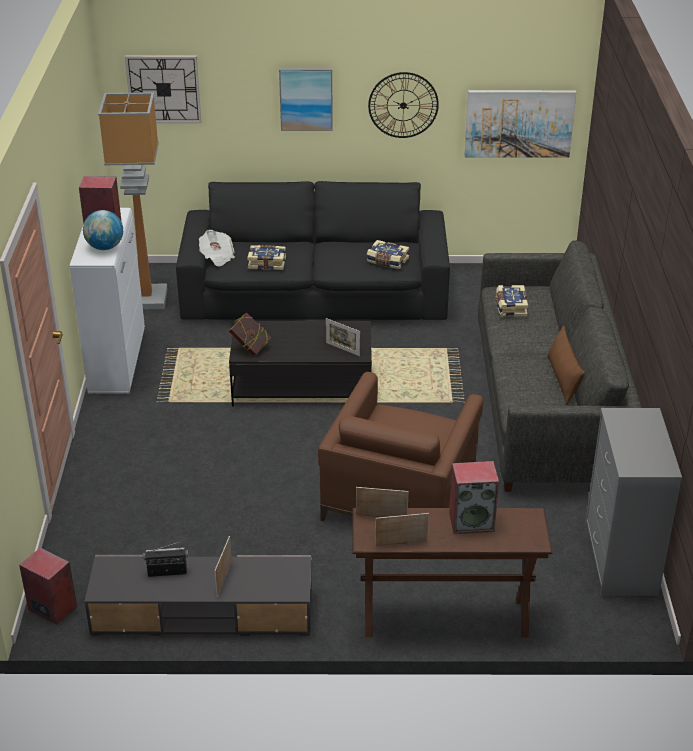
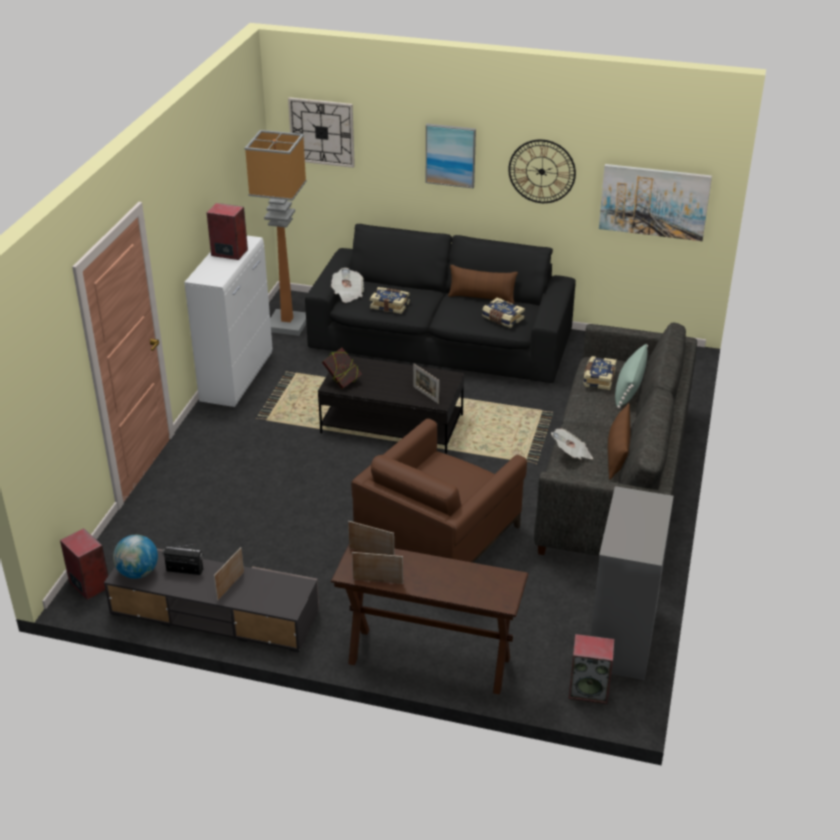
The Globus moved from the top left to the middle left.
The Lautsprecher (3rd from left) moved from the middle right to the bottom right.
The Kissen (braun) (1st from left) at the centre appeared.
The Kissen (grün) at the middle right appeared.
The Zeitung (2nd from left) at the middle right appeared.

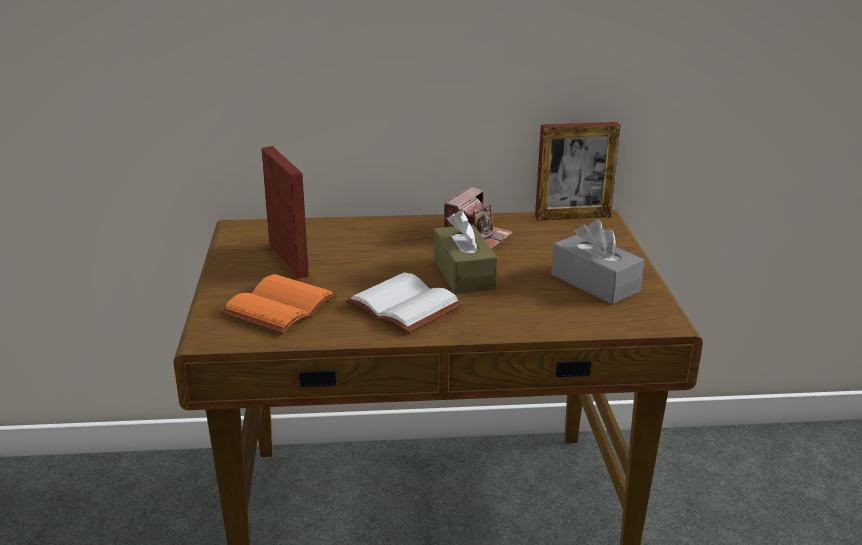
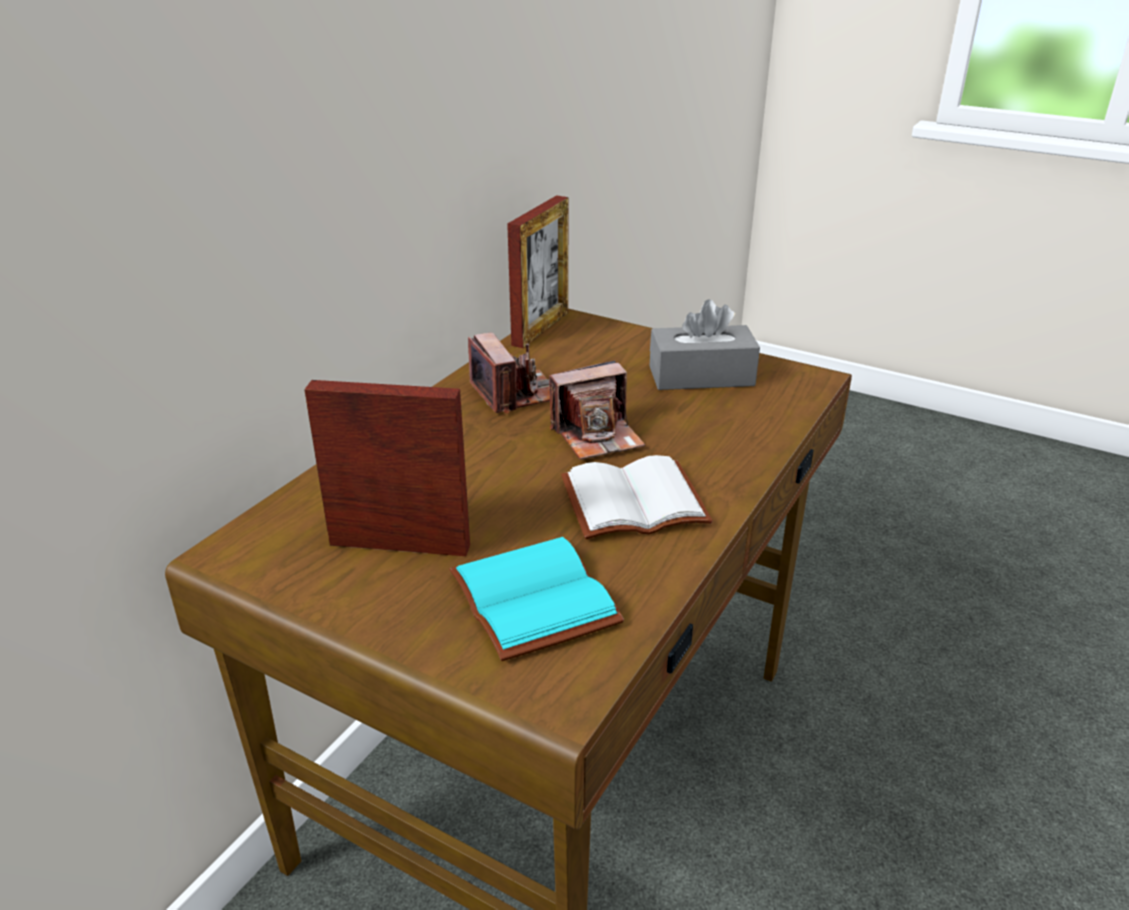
The Taschentuchbox (braun) at the centre was replaced by the Kamera (2nd from left) at the centre.
The Buch (orange) at the middle left became the Buch (türkis) at the centre.

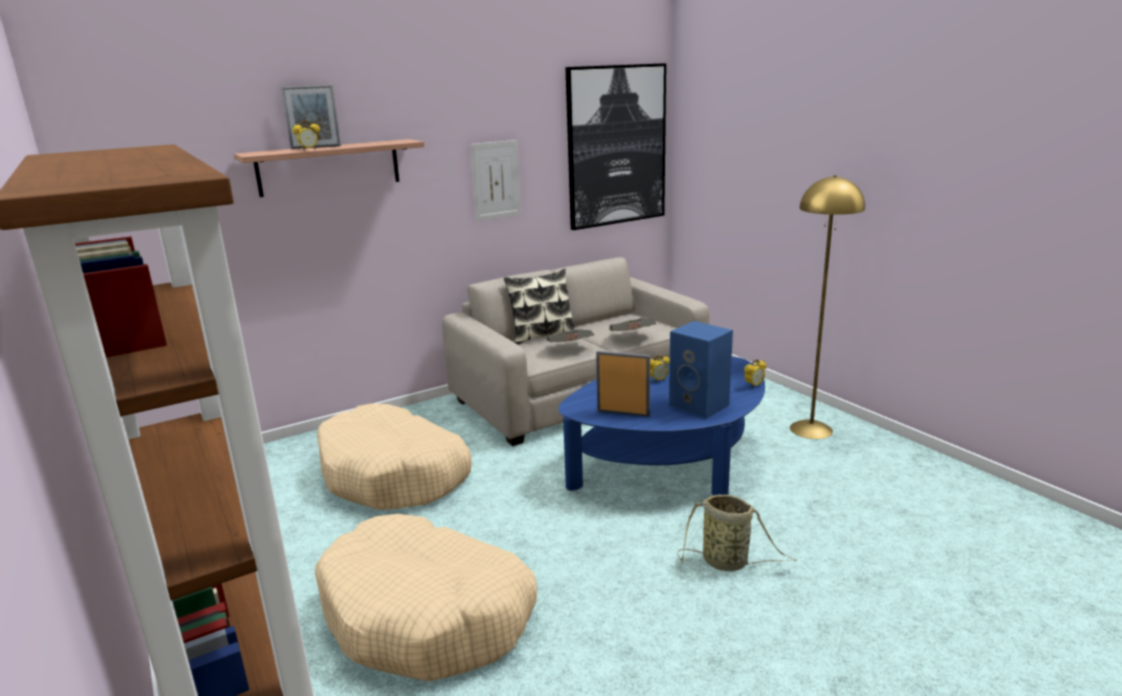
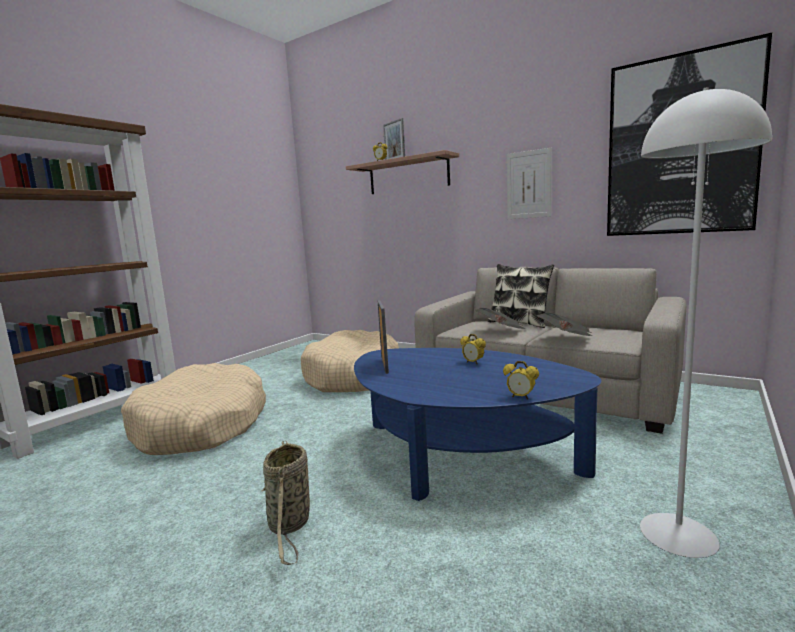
The Stehlampe (gelb) at the middle right became the Stehlampe (weiß) at the middle right.
The Lautsprecher (blau) at the centre disappeared.

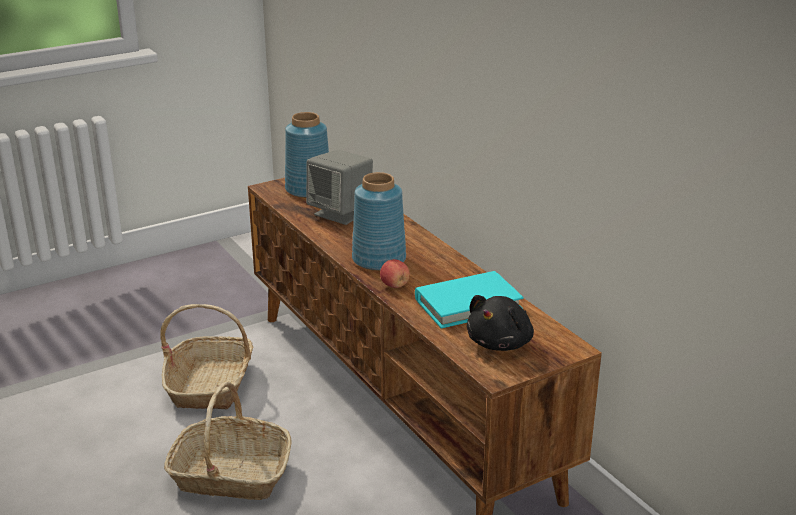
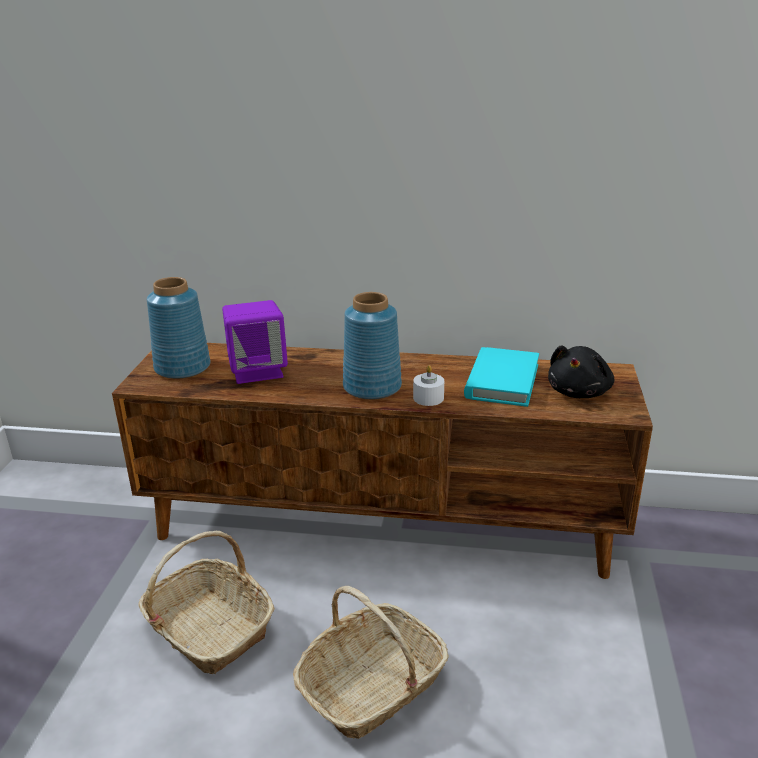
The Lautsprecher (grau) at the centre became the Lautsprecher (lila) at the centre.
The Apfel at the centre was replaced by the Kerze (weiß) at the centre.
The Plüschtier (schwarz) at the centre turned 45 degrees clockwise.

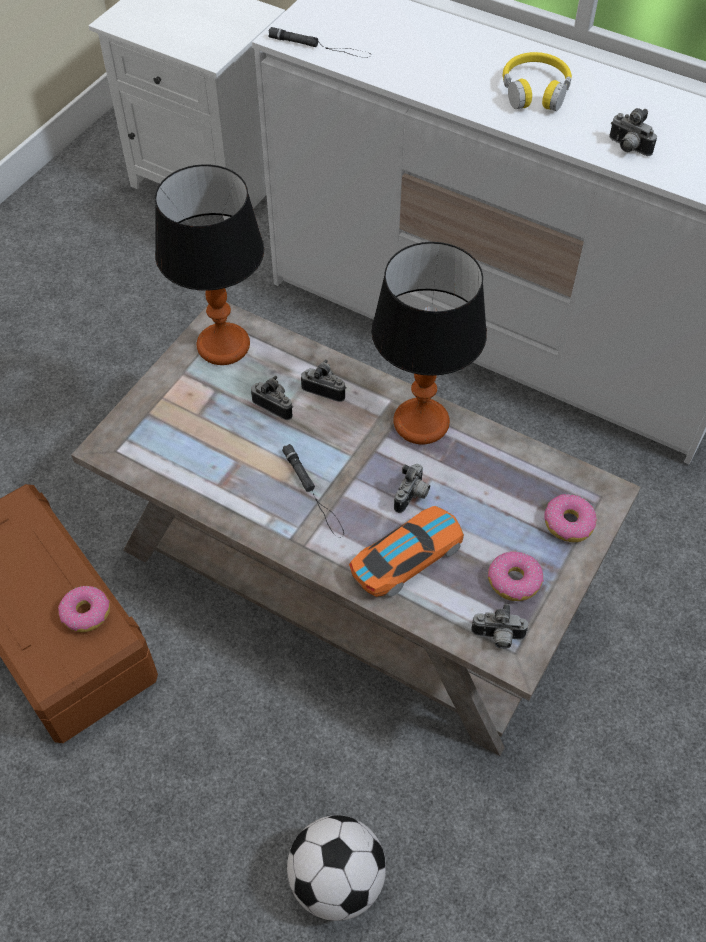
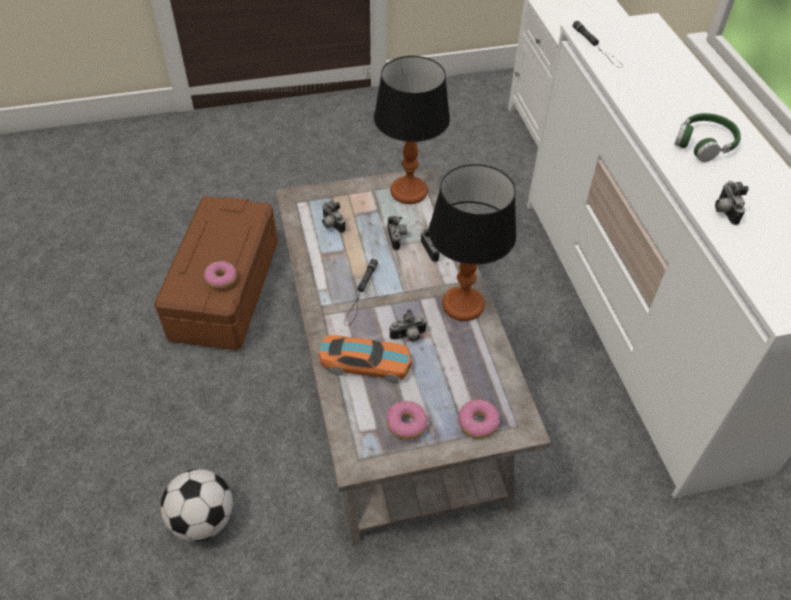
The Kopfhörer (gelb) at the top right became the Kopfhörer (grün) at the top right.
The Kamera (4th from left in the first image) moved from the middle right to the centre.

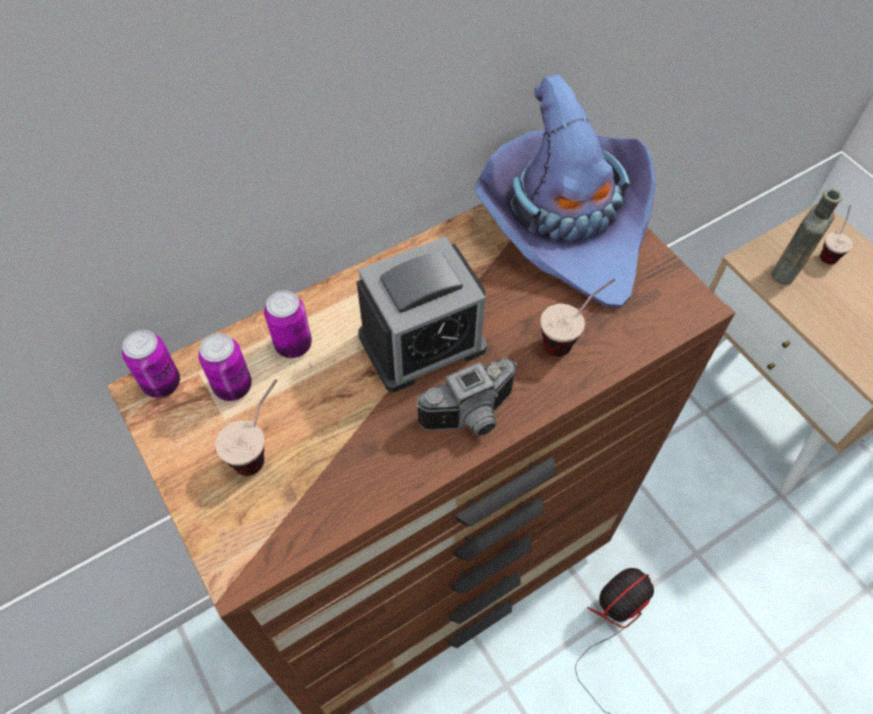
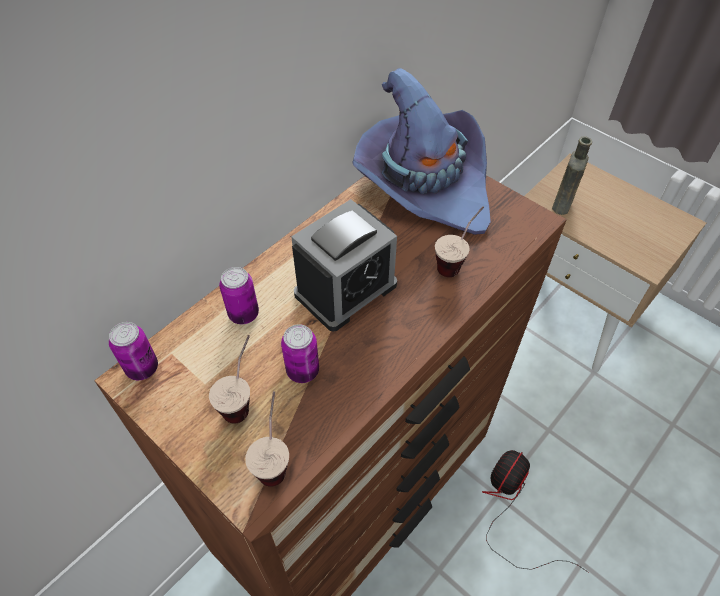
The Tasse (3rd from left in the first image) moved from the top right to the bottom centre.
The Dose (2nd from left in the first image) moved from the middle left to the centre.
The Kamera at the centre disappeared.

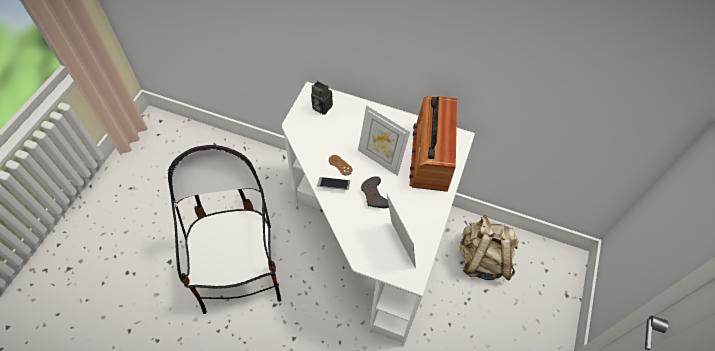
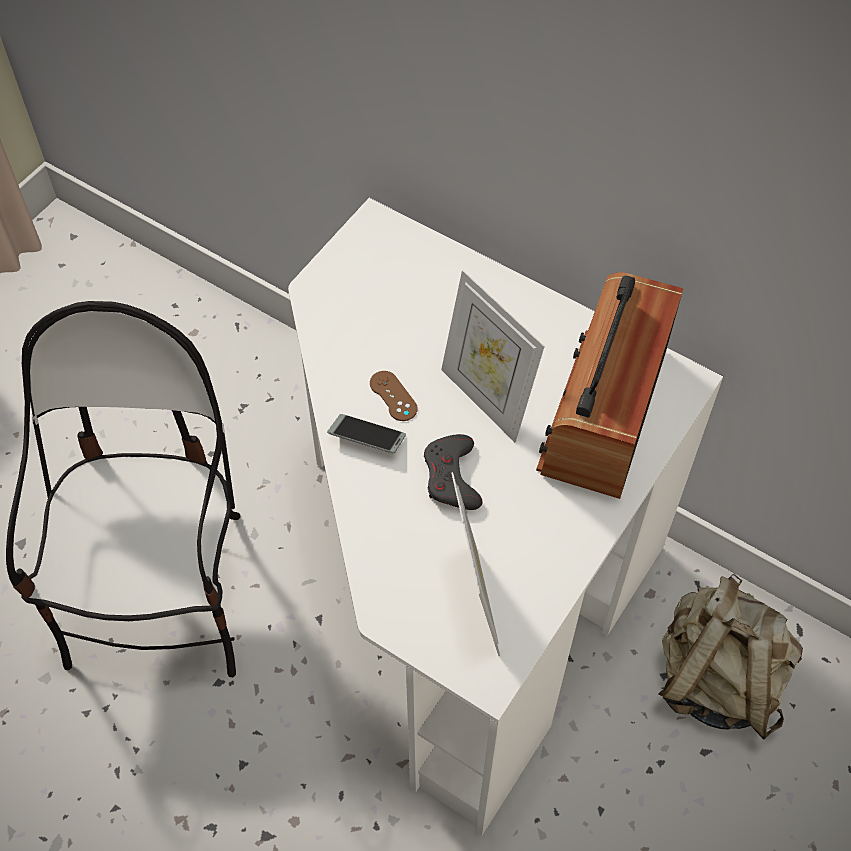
The Kamera at the top centre disappeared.

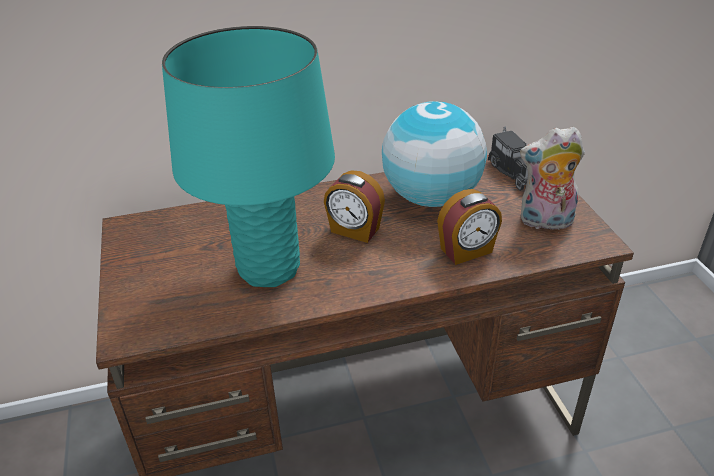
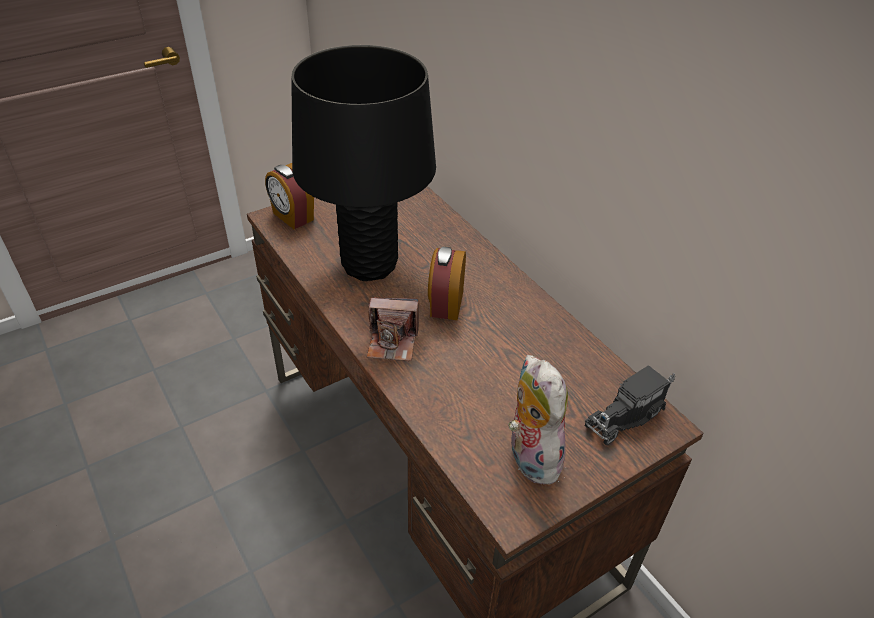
The Tischlampe (türkis) at the top centre became the Tischlampe (schwarz) at the top centre.
The Globus at the top centre disappeared.
The Wecker (2nd from left in the first image) moved from the centre to the top left.
The Kamera at the centre appeared.

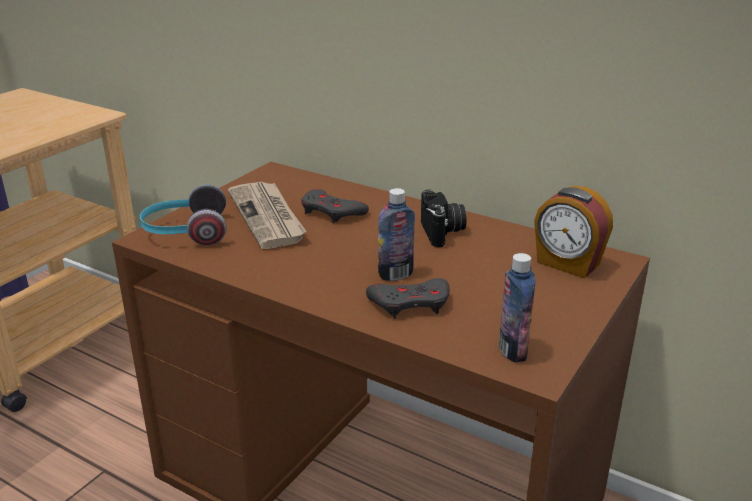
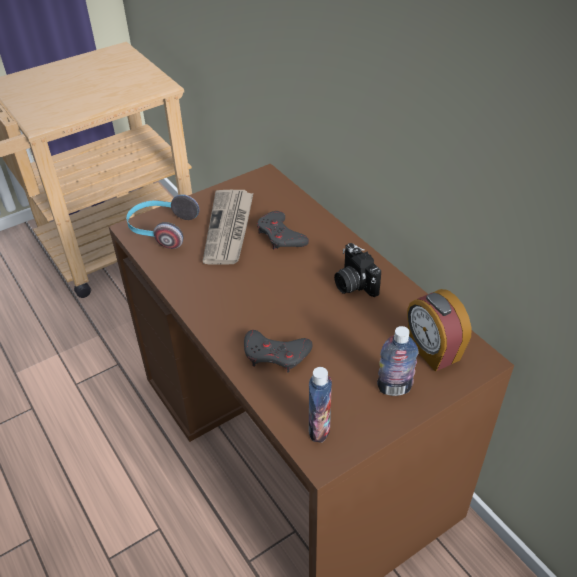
The Flasche (1st from left in the first image) moved from the centre to the middle right.
The Kamera at the centre turned 135 degrees clockwise.

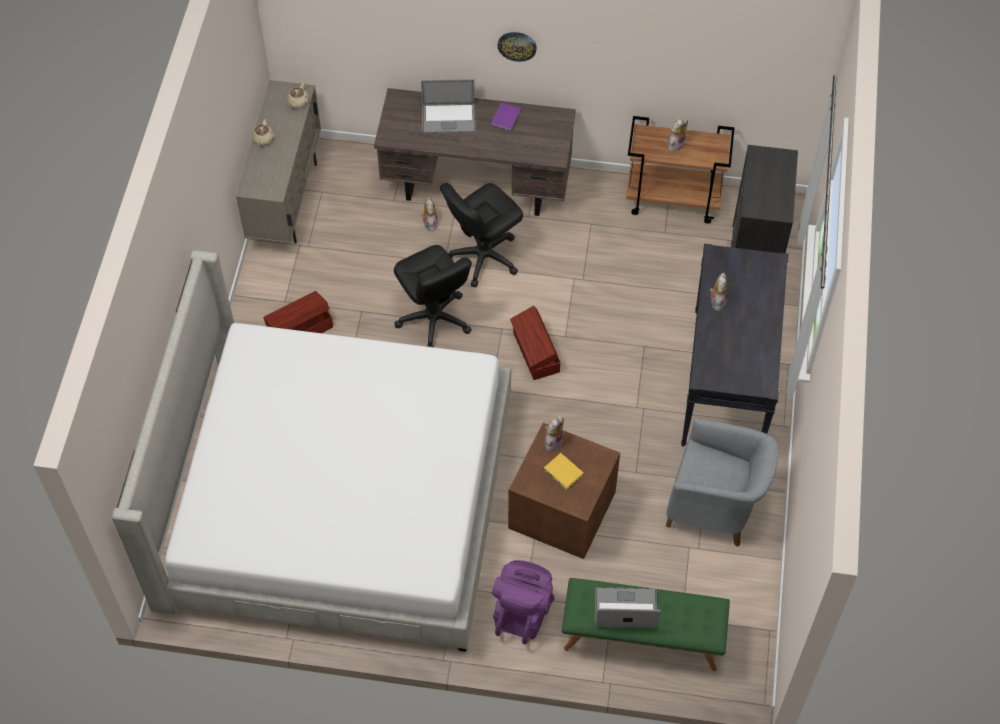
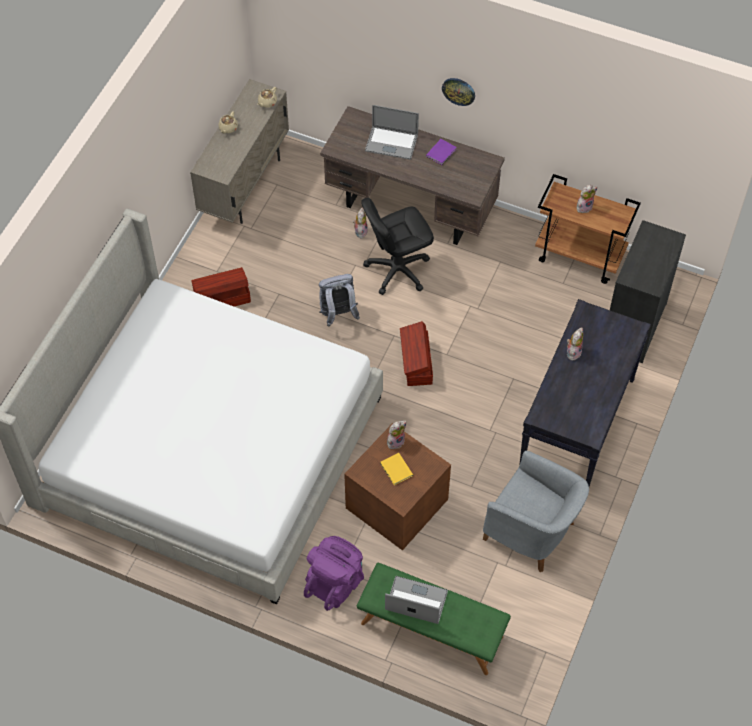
The Bürostuhl (schwarz) (1st from left) at the centre was replaced by the Rucksack (grau) at the centre.

